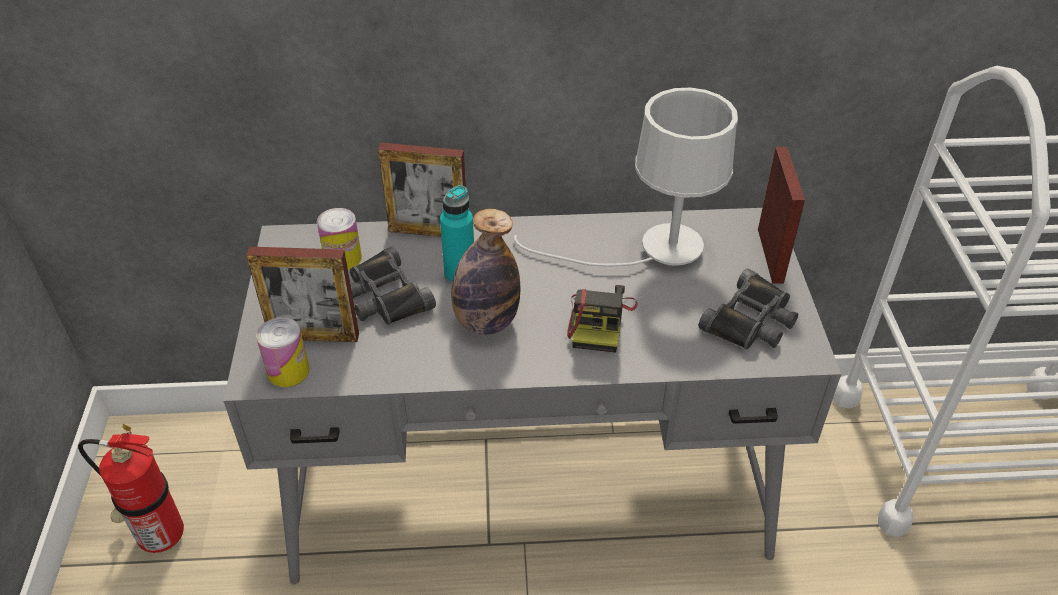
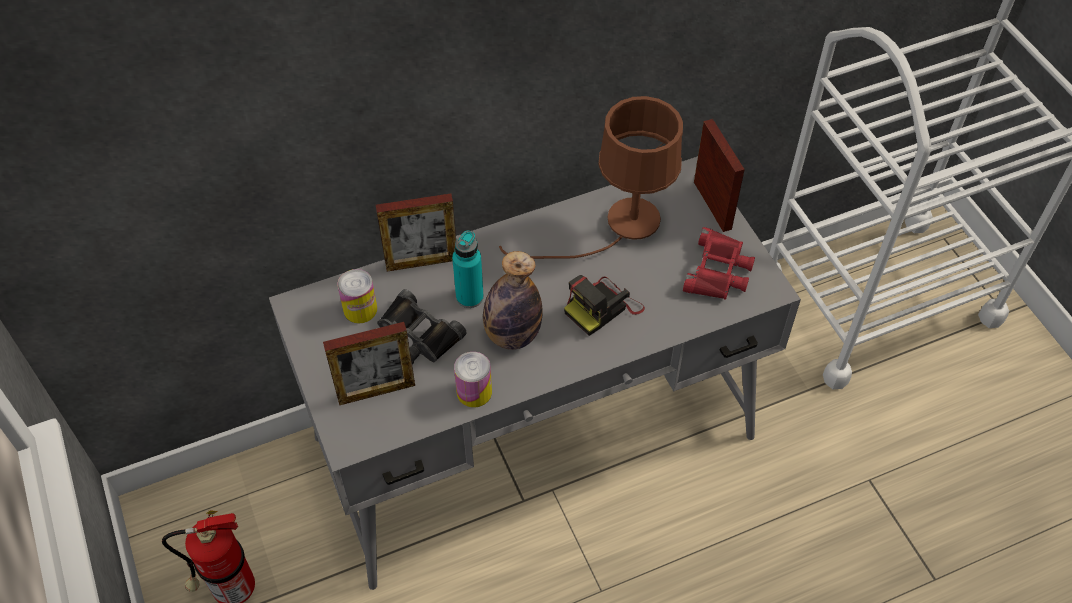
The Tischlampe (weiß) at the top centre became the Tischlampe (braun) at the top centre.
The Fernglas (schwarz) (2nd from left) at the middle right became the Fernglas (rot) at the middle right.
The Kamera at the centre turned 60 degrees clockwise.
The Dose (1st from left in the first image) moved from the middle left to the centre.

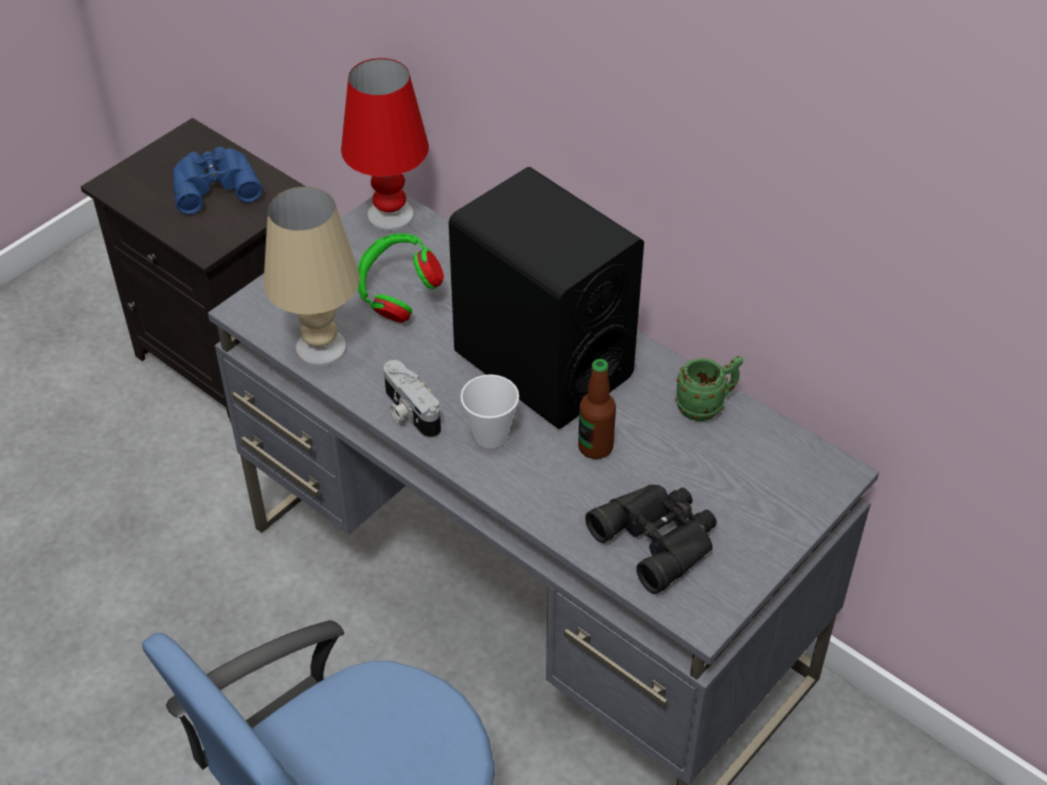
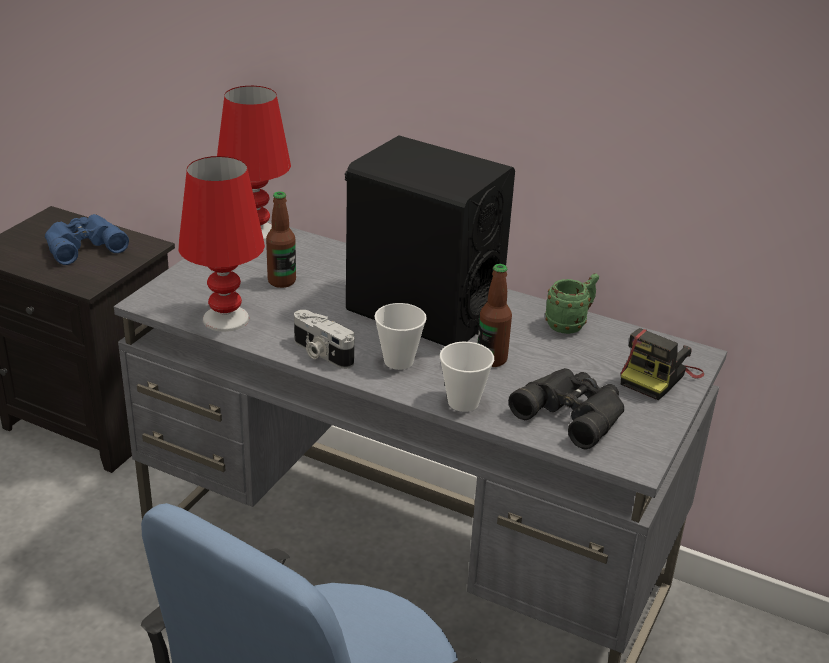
The Tischlampe (beige) at the middle left became the Tischlampe (rot) (1st from left) at the middle left.
The Kopfhörer (grün) at the centre was replaced by the Flasche (1st from left) at the centre.
The Kamera (2nd from left) at the middle right appeared.
The Tasse (2nd from left) at the centre appeared.

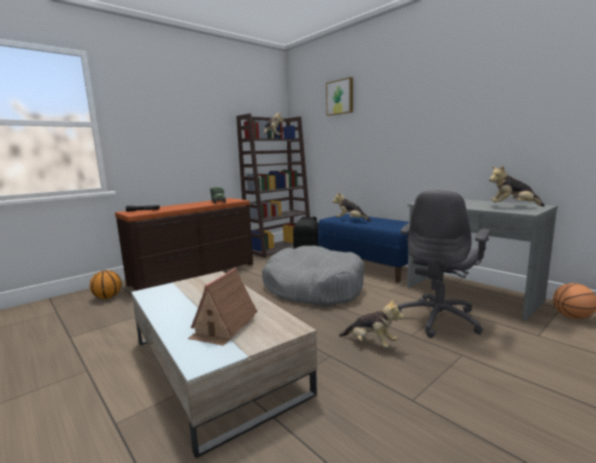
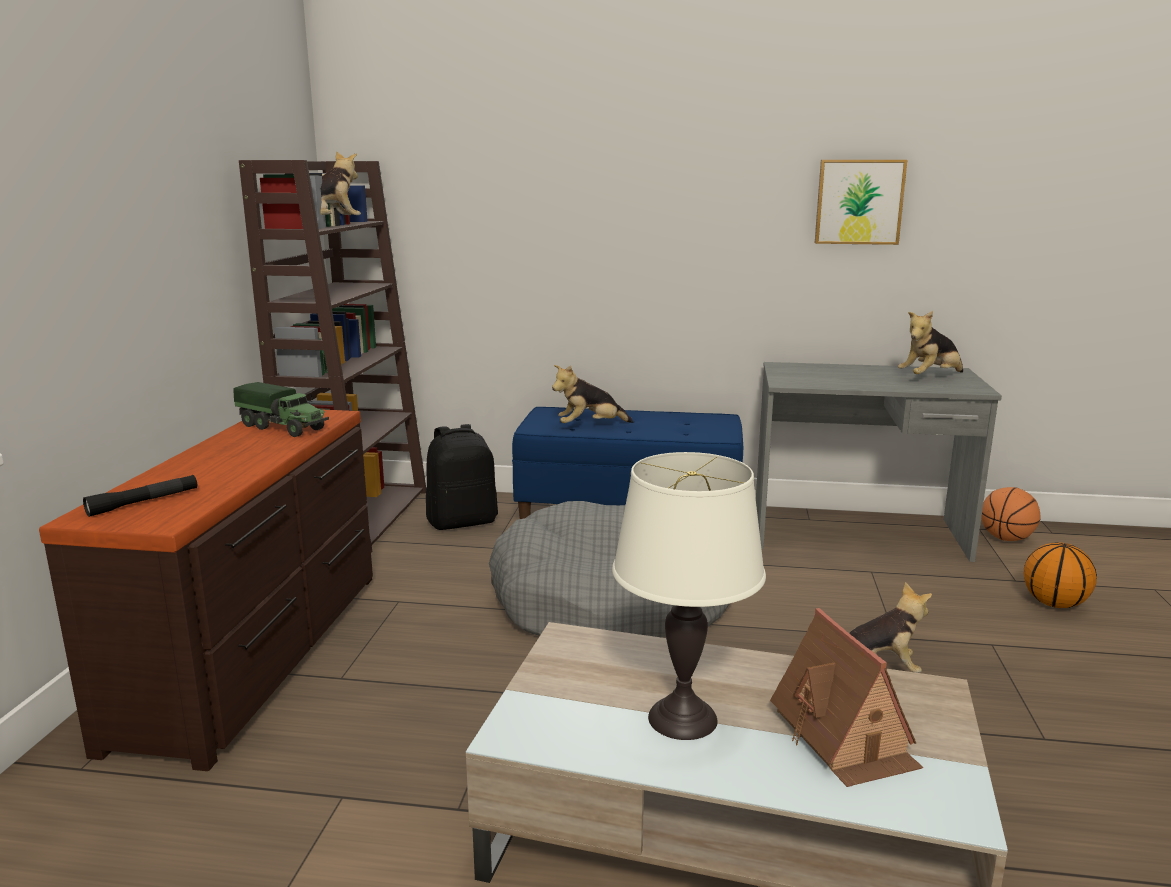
The Bild moved from the top centre to the top right.
The Bürostuhl (grau) at the middle right disappeared.
The Basketball (1st from left in the first image) moved from the middle left to the middle right.
The Tischlampe (weiß) at the bottom centre appeared.

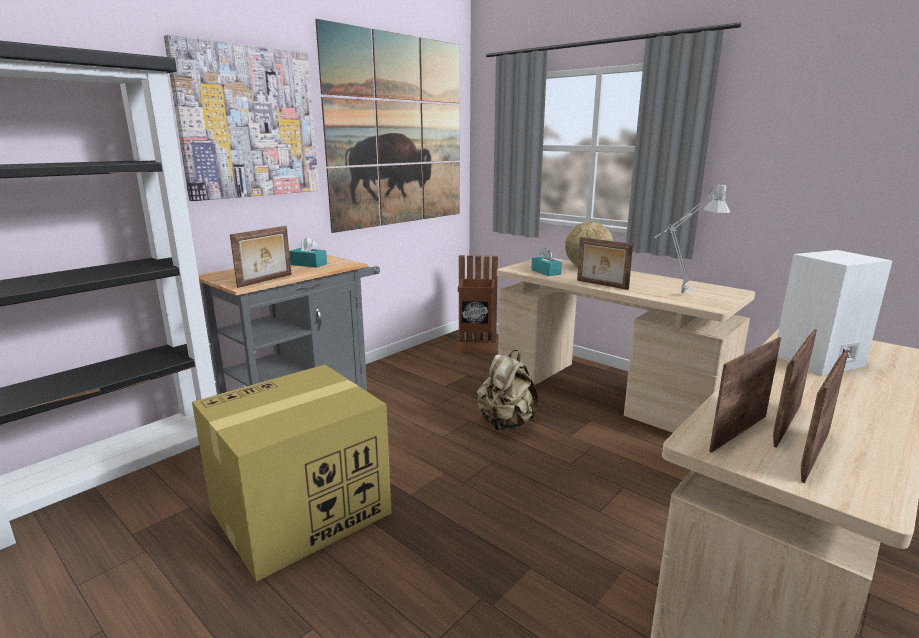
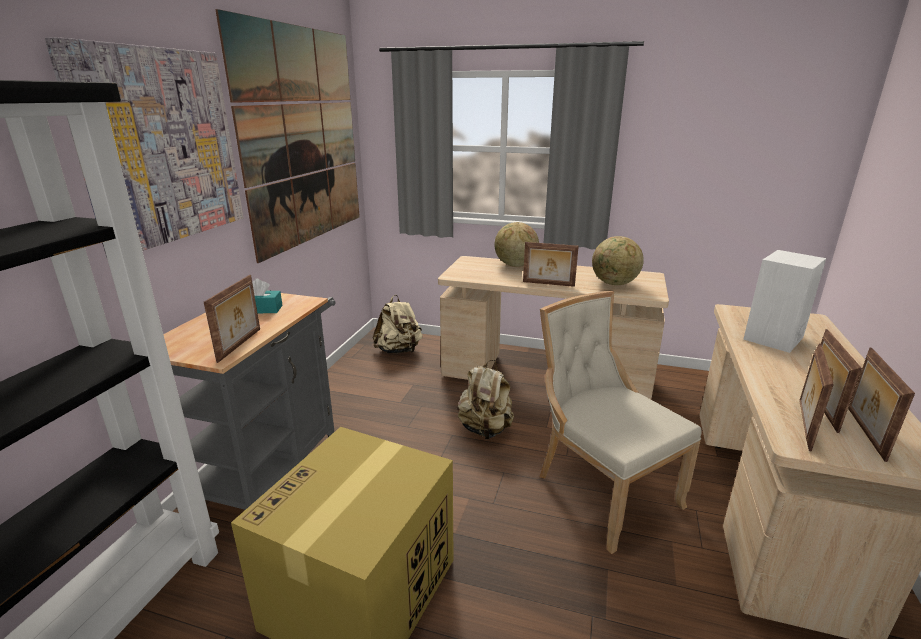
The Tischlampe (grau) at the middle right was replaced by the Globus (2nd from left) at the middle right.
The Taschentuchbox (türkis) (2nd from left) at the centre disappeared.
The Mülleimer (braun) at the centre was replaced by the Rucksack (beige) (1st from left) at the centre.
The Stuhl (beige) at the middle right appeared.

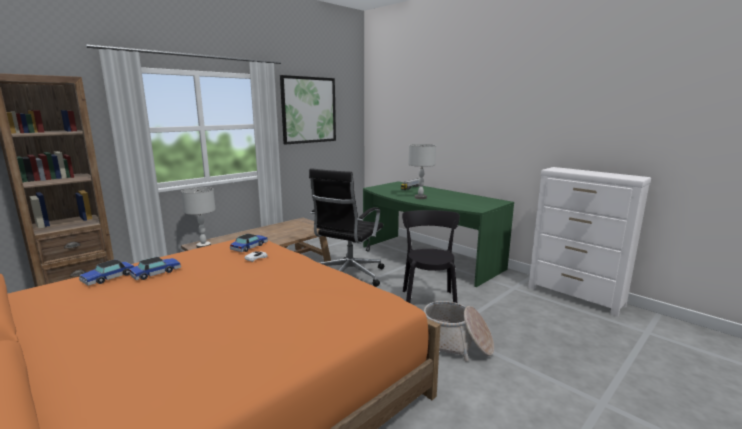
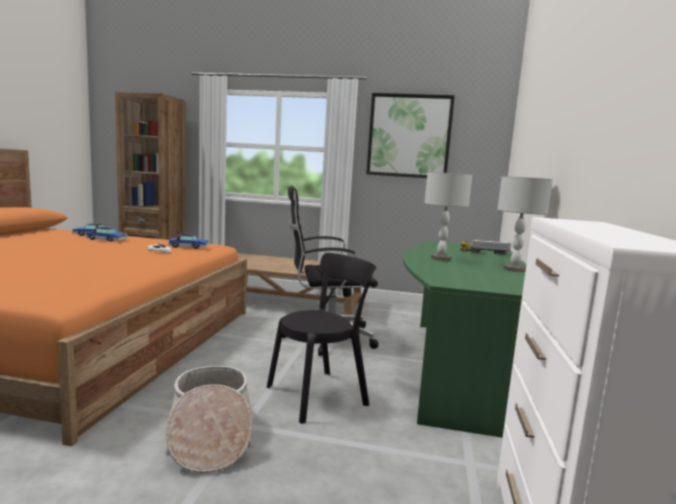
The Tischlampe (grau) (1st from left in the first image) moved from the middle left to the middle right.

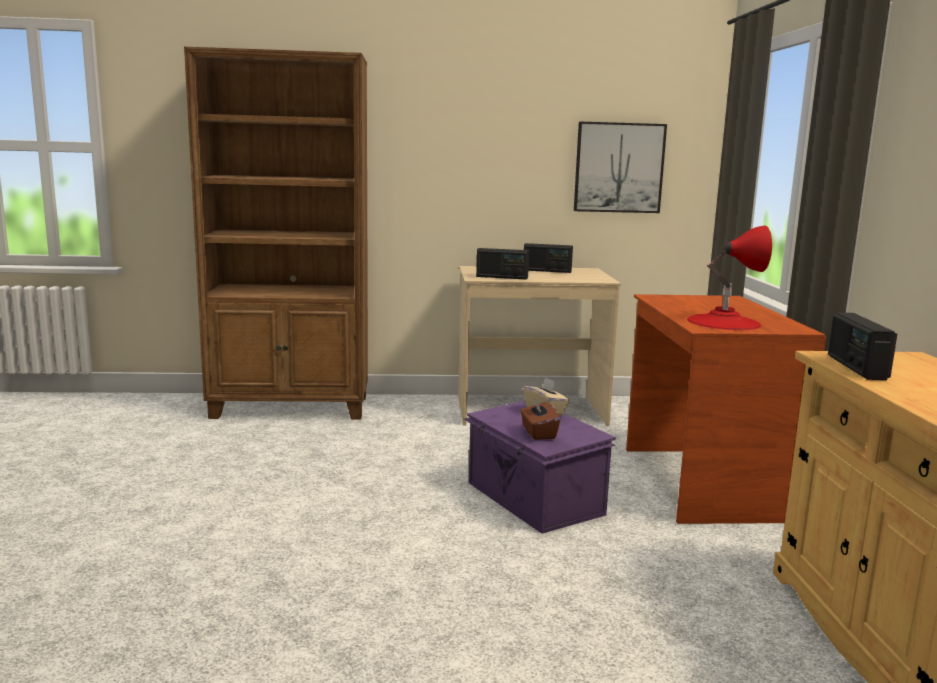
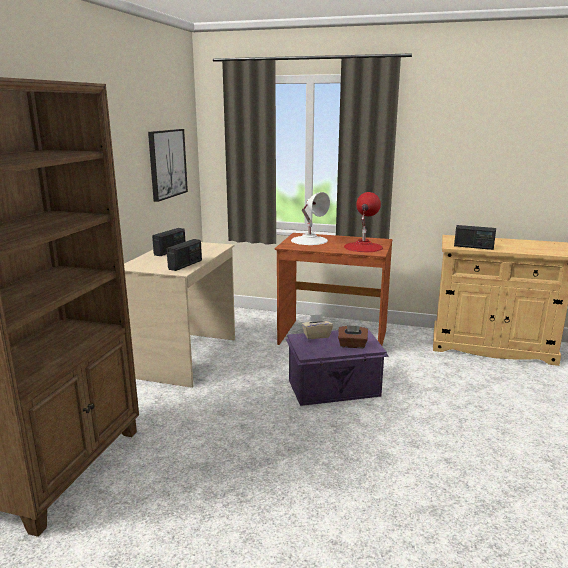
The Tischlampe (weiß) at the centre appeared.

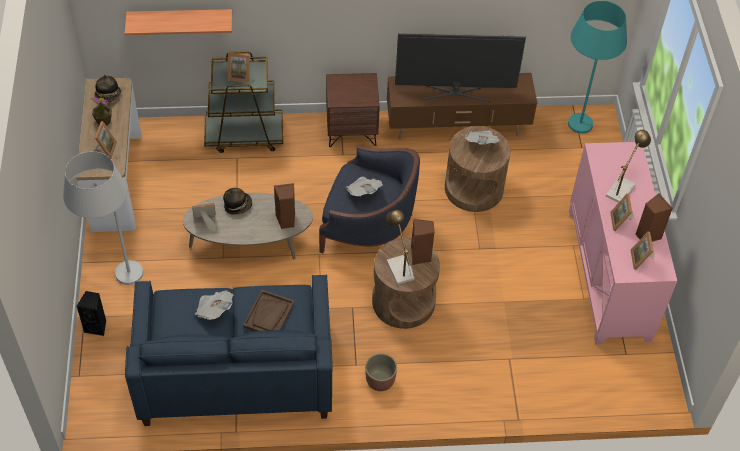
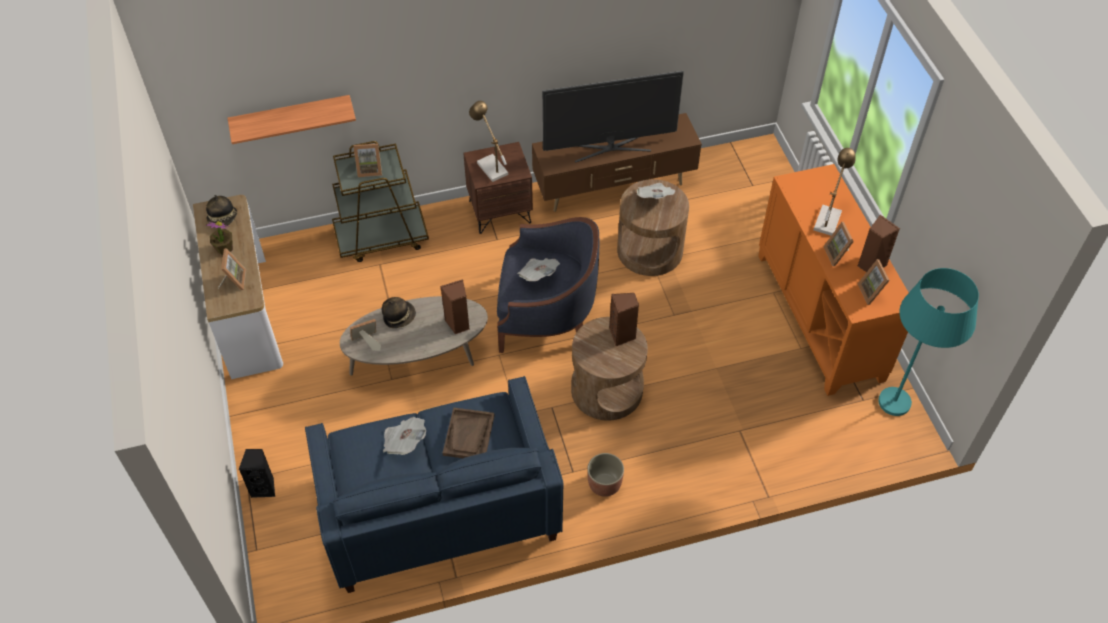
The Stehlampe (türkis) moved from the top right to the middle right.
The Schrank (rosa) at the middle right became the Schrank (orange) at the middle right.
The Stehlampe (weiß) at the middle left disappeared.
The Tischlampe (1st from left) moved from the centre to the top centre.

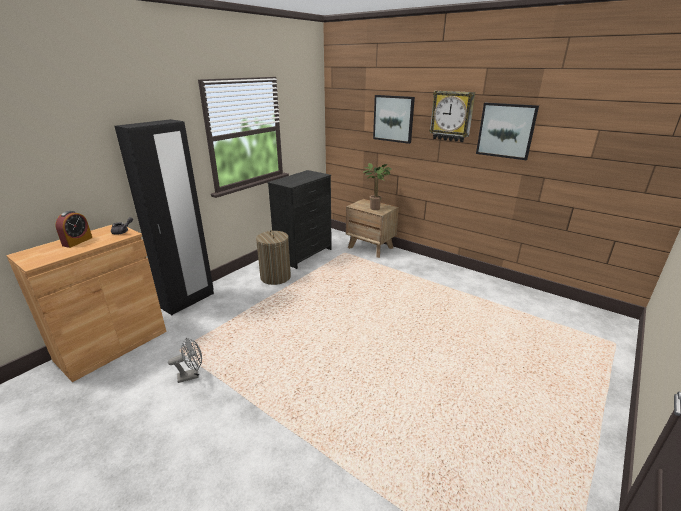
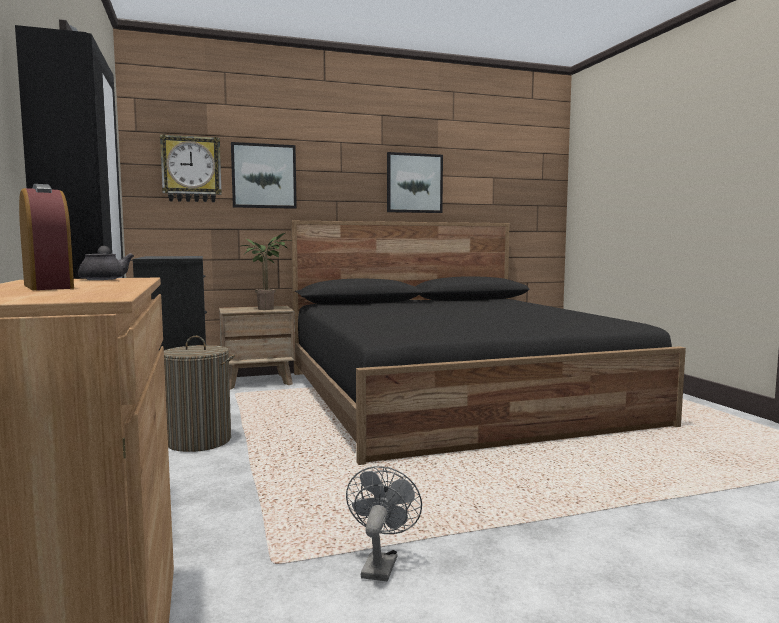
The Wanduhr moved from the top centre to the top left.
The Bett (schwarz) at the centre appeared.

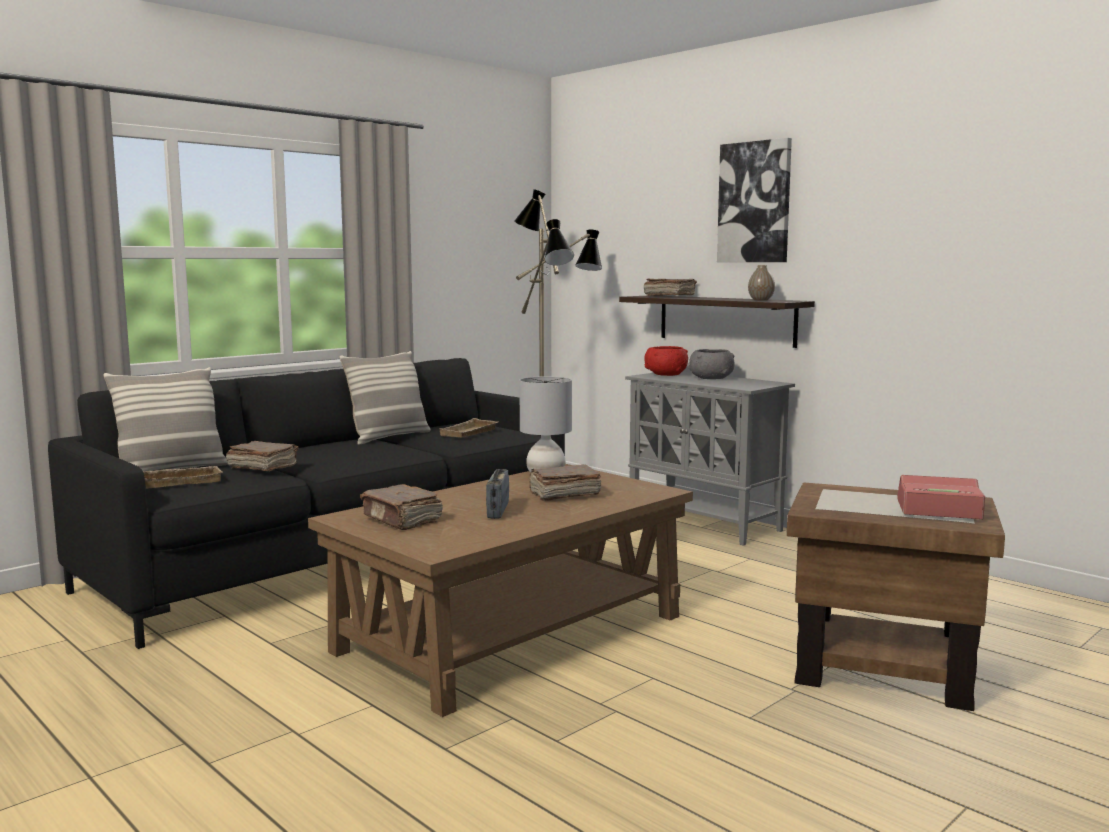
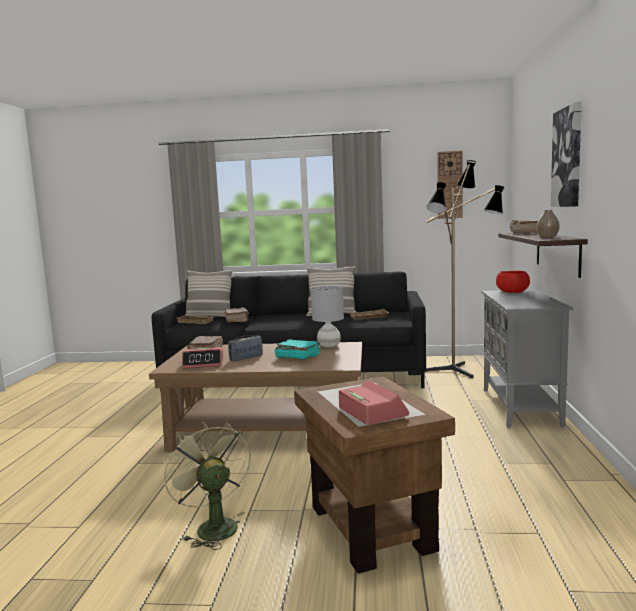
The Schüssel (grau) at the centre disappeared.
The Buch (braun) (3rd from left) at the centre became the Buch (türkis) at the centre.
The Wanduhr at the top right appeared.
The Wecker (1st from left) at the middle left appeared.
The Ventilator (grün) at the bottom left appeared.

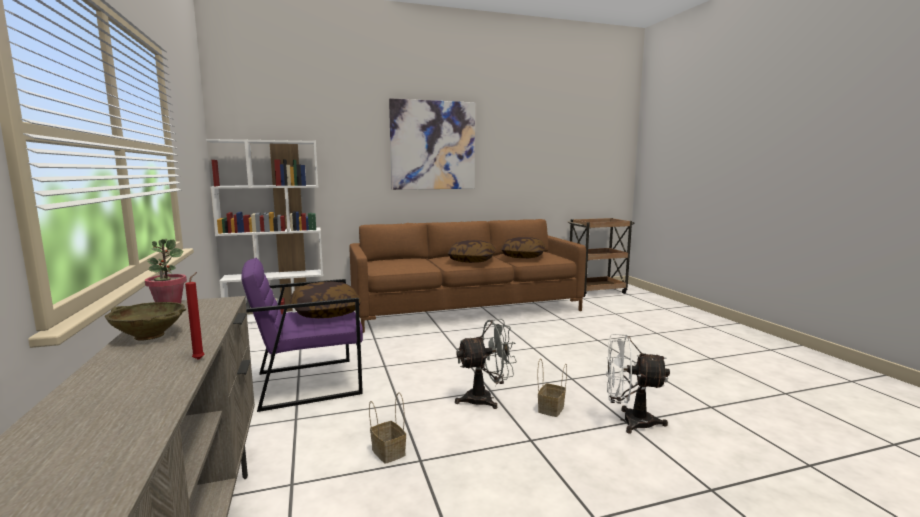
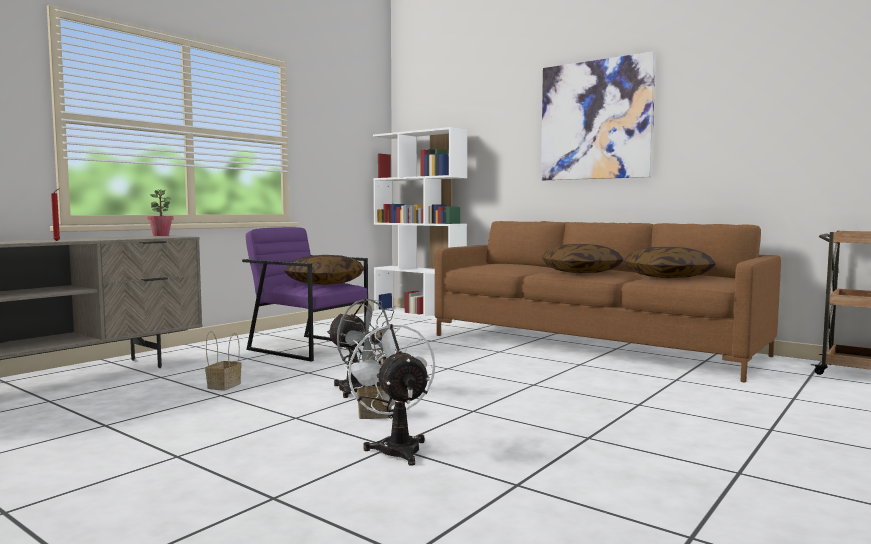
The Schüssel (beige) at the middle left disappeared.

